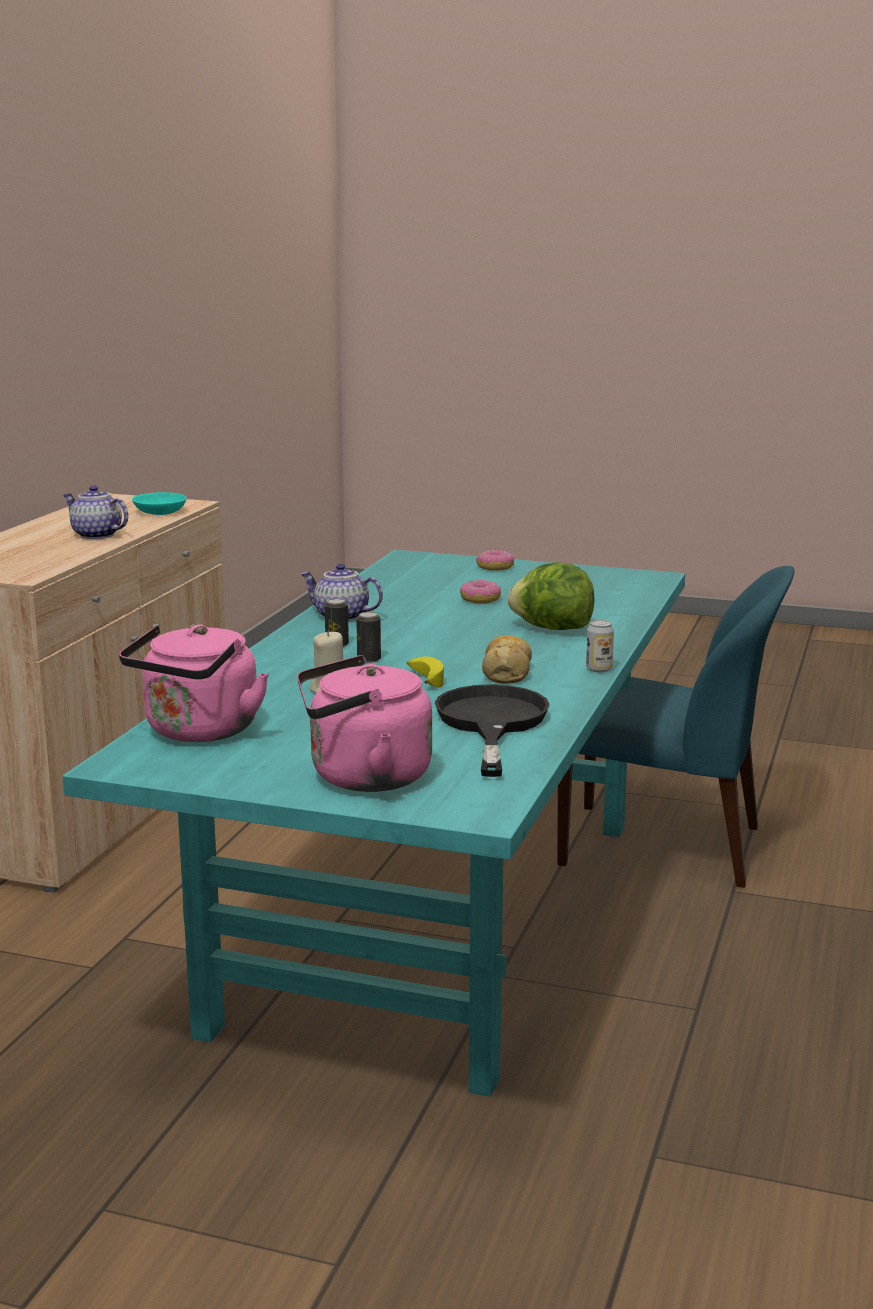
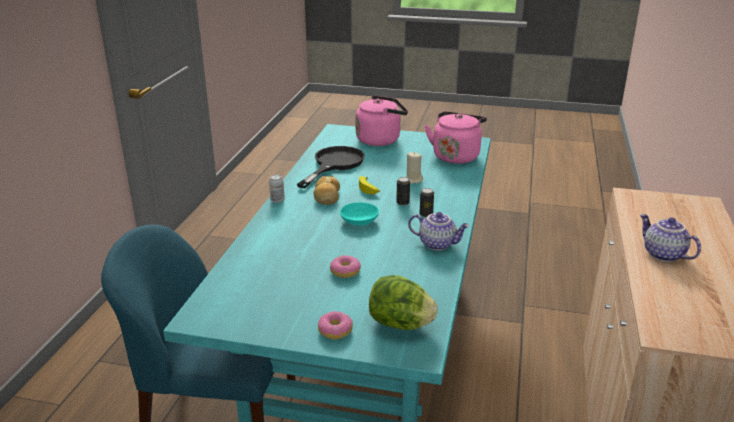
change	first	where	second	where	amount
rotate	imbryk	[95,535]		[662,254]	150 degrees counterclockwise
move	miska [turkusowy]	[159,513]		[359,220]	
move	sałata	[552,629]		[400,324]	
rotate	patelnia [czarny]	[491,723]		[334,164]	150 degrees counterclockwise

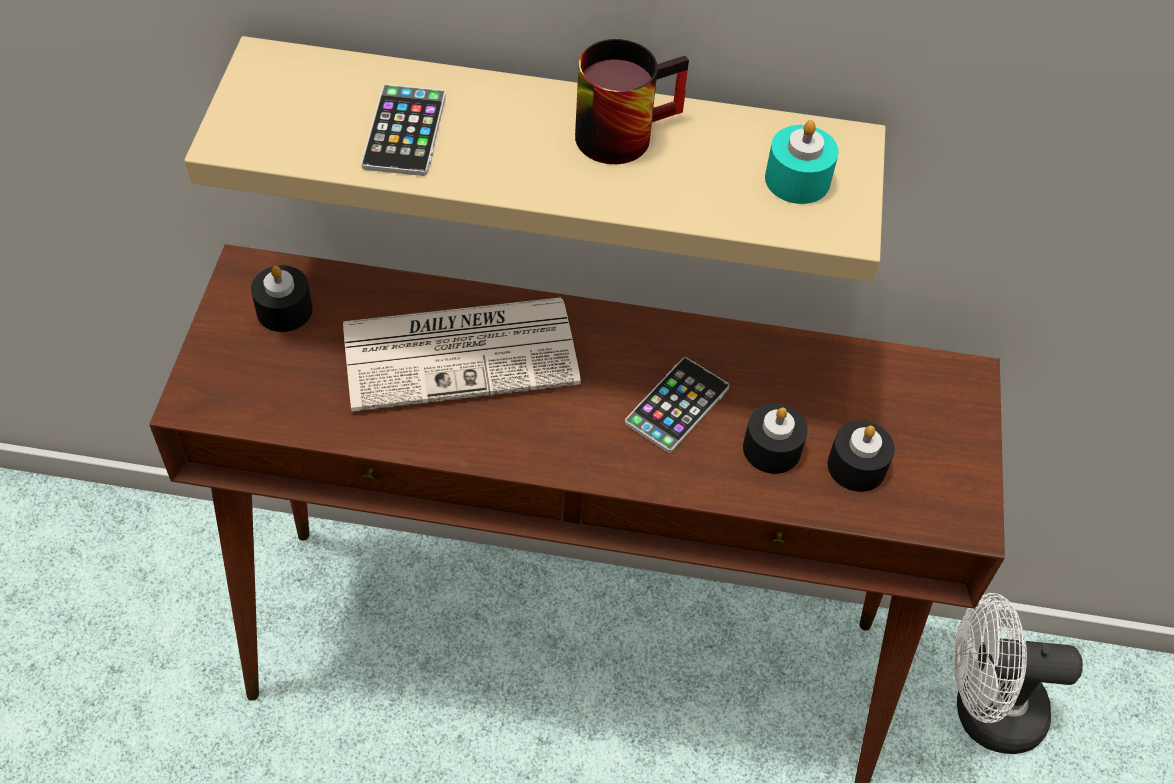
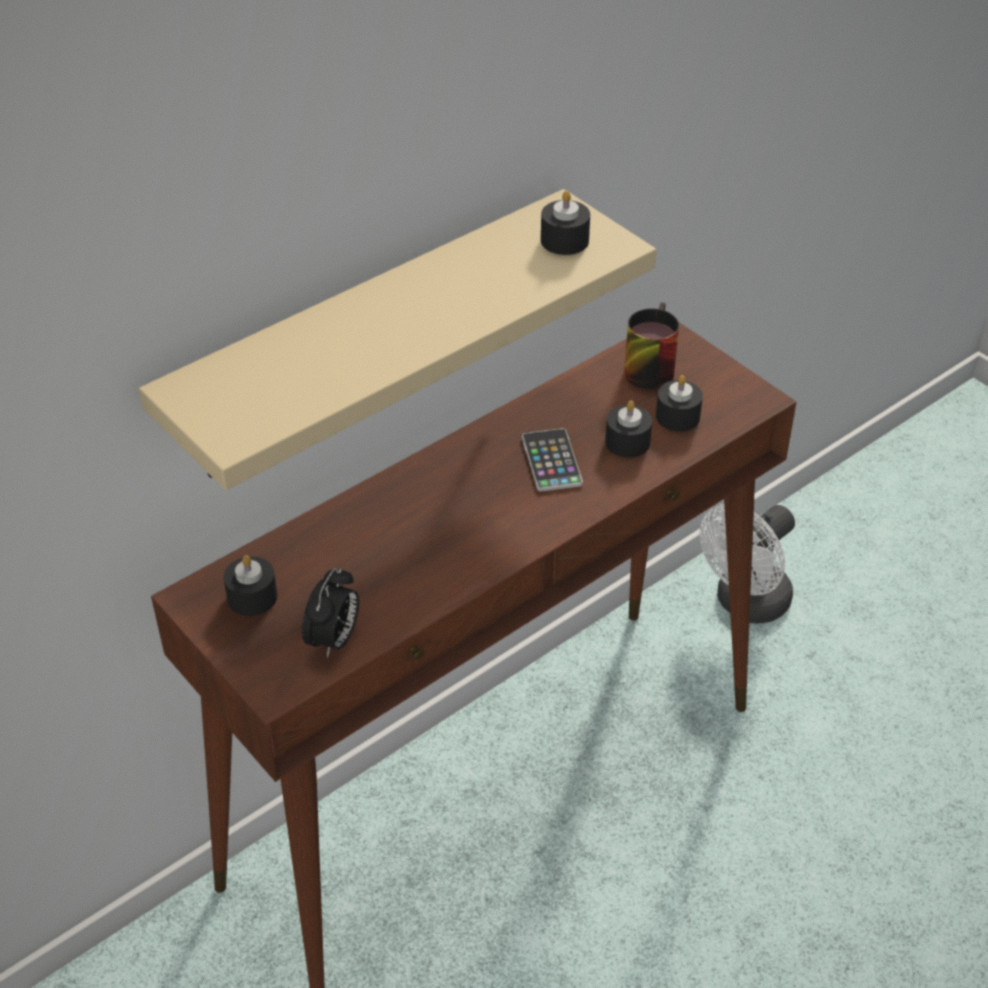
change	first	where	second	where	amount
move	kubek	[622,129]		[646,366]	
delete	telefon	[404,131]			
recolor	świeca [turkusowy]	[797,179]	świeca [czarny]	[564,240]	
delete	gazeta	[463,352]			
insert			budzik	[334,640]	

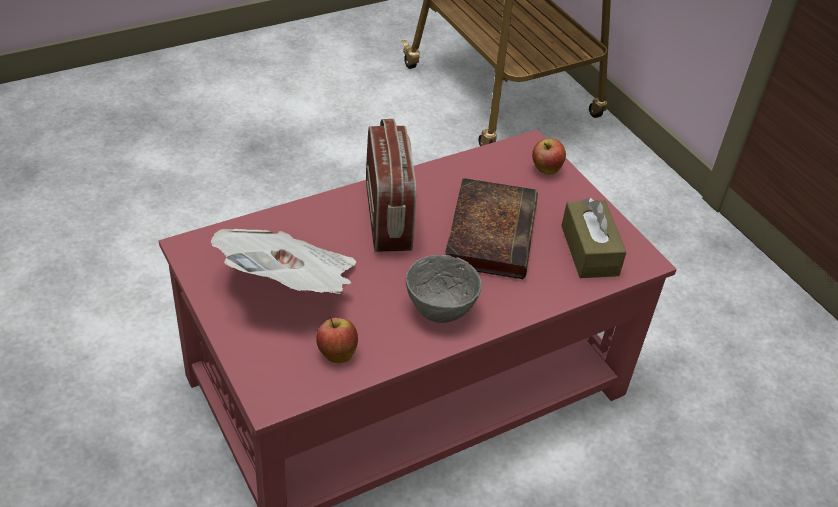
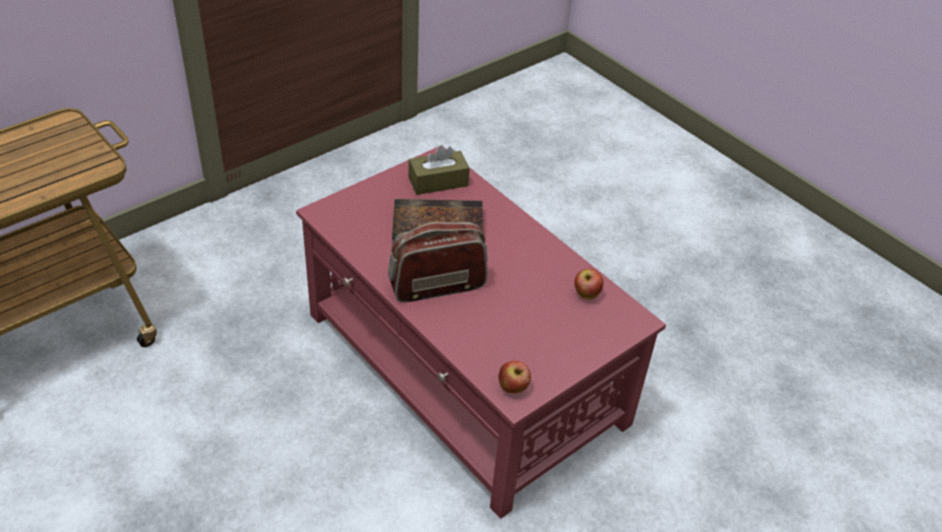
change	first	where	second	where	amount
move	jabłko	[545,170]		[513,388]	
delete	gazeta	[291,285]			
delete	miska [szary]	[439,312]			

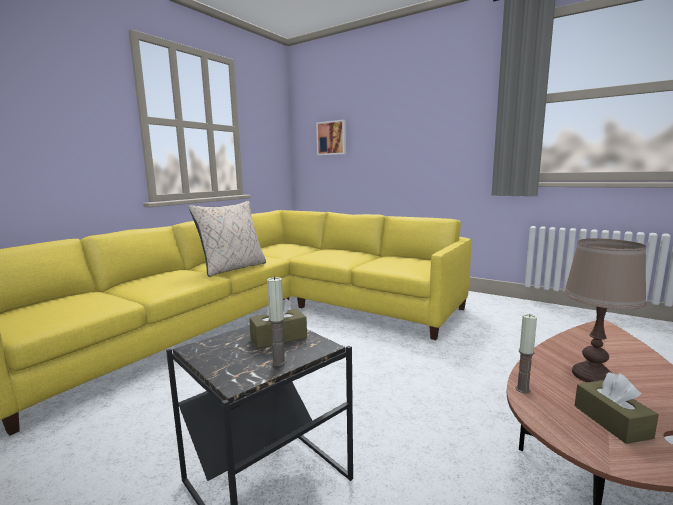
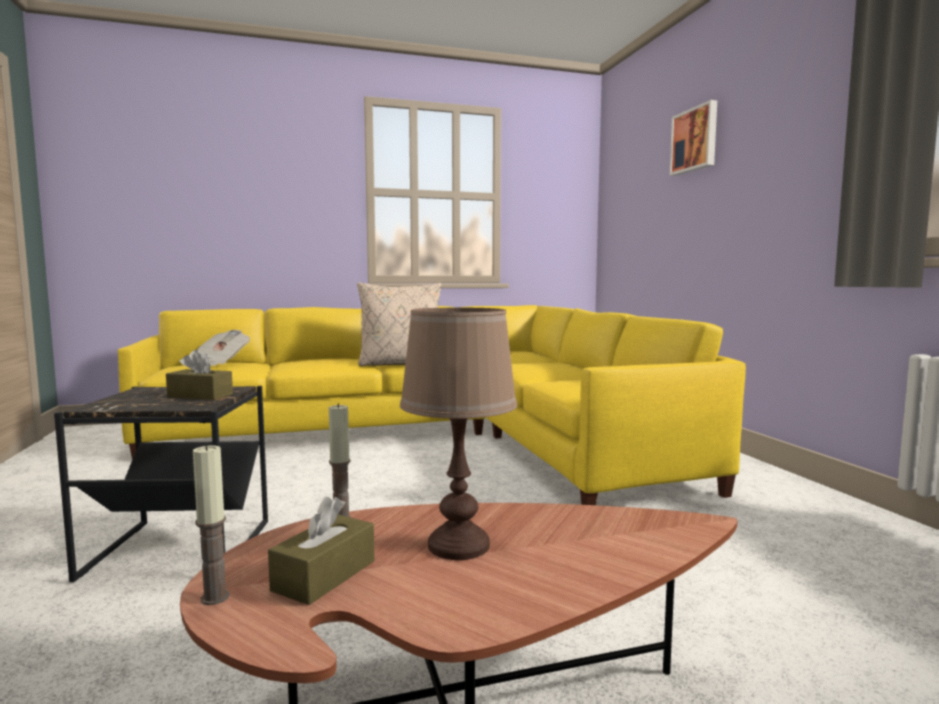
change	first	where	second	where	amount
move	obraz	[332,138]		[695,140]	
move	świeca	[279,362]		[215,597]	
insert			gazeta	[219,363]	

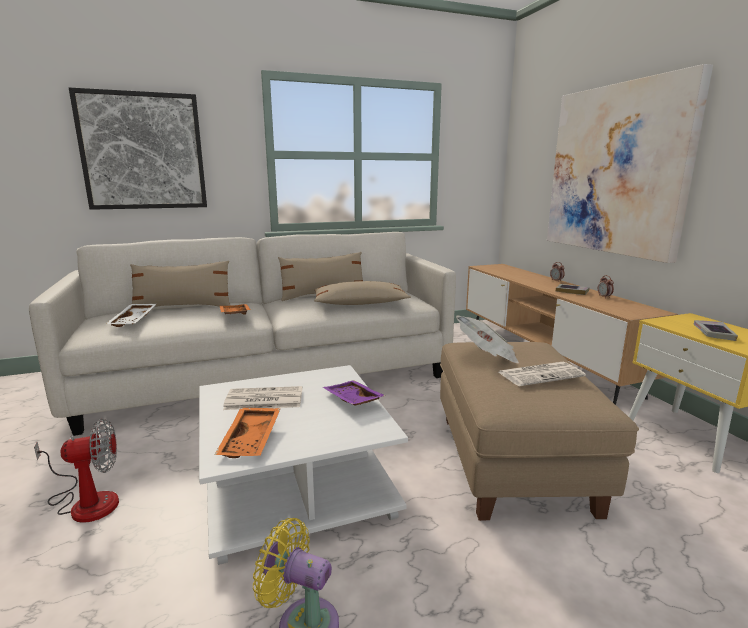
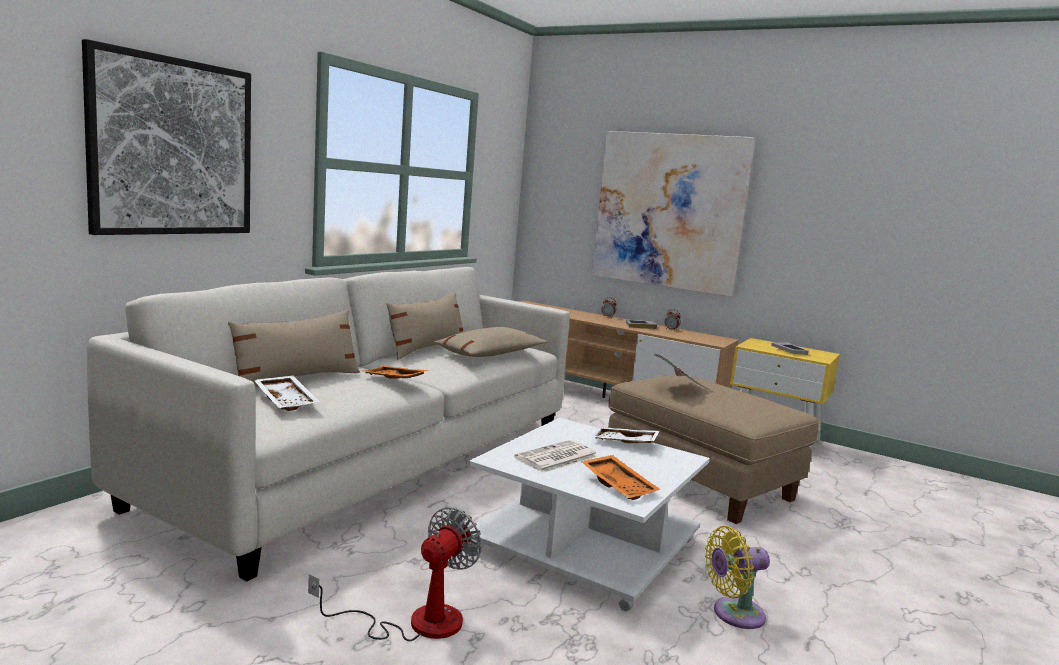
change	first	where	second	where	amount
delete	gazeta	[541,374]			
recolor	taca [fioletowy]	[351,400]	taca [biały]	[624,443]	

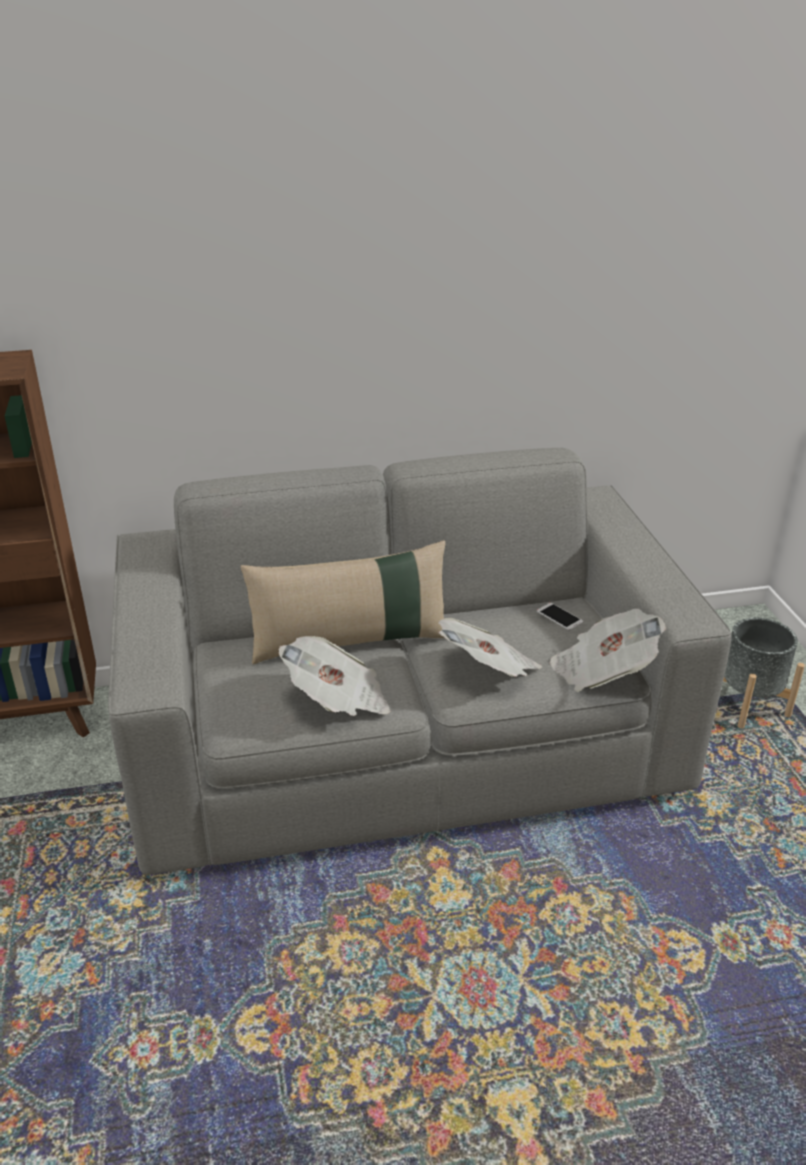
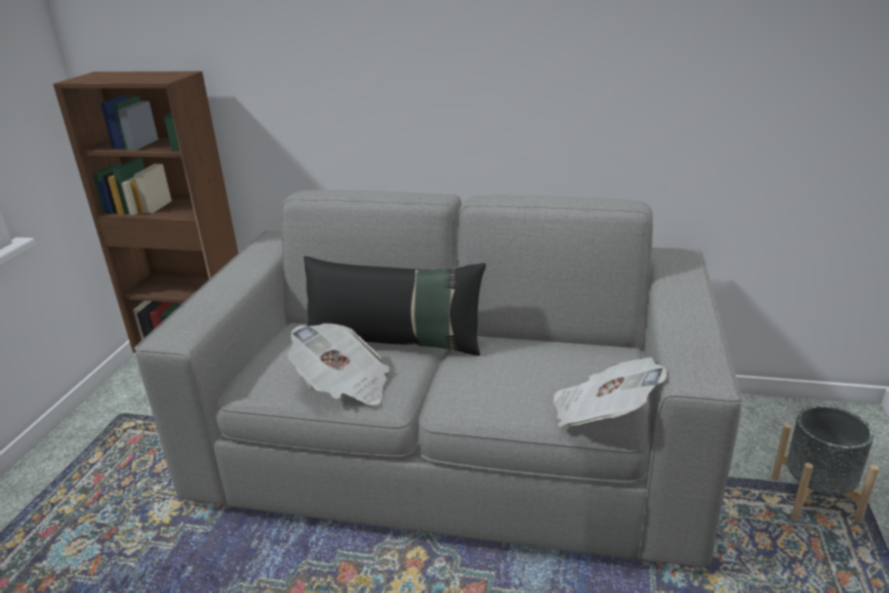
change	first	where	second	where	amount
recolor	poduszka [beżowy]	[350,641]	poduszka [czarny]	[395,342]	
delete	telefon	[559,617]			
delete	gazeta	[489,670]			

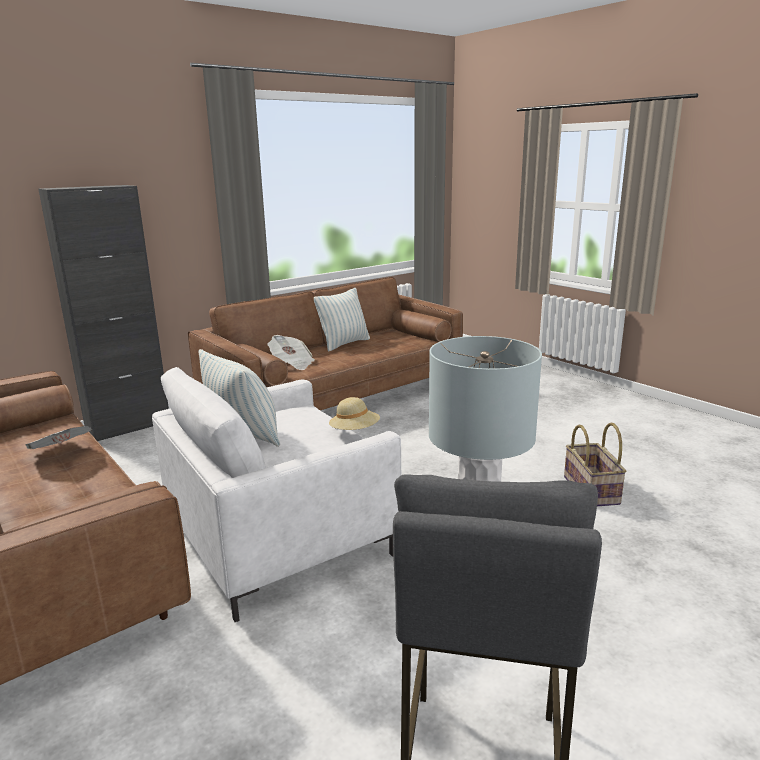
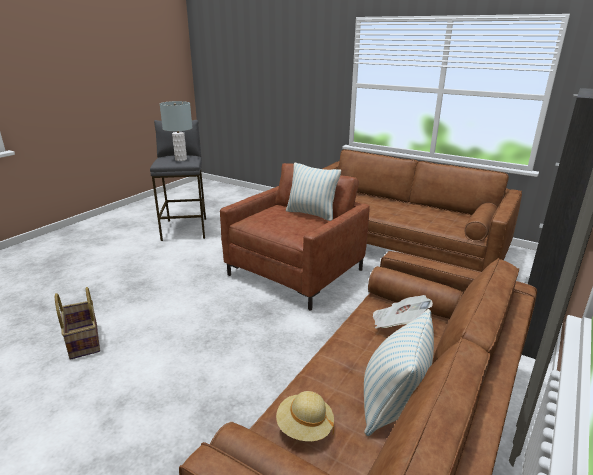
change	first	where	second	where	amount
recolor	fotel [biały]	[278,538]	fotel [brązowy]	[296,272]	
move	kapelusz [beżowy]	[355,431]		[304,427]	
delete	gazeta	[62,453]			

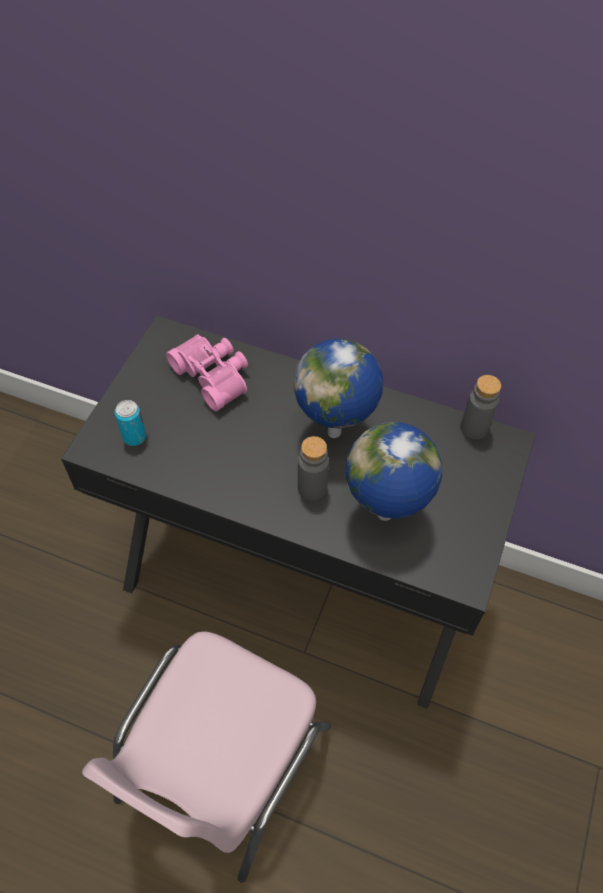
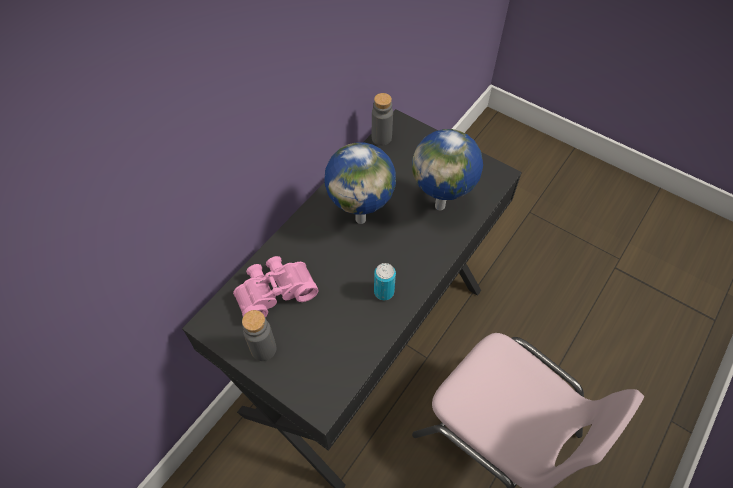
change	first	where	second	where	amount
move	puszka	[134,437]		[384,292]	
move	butelka [szary]	[312,488]		[263,349]	

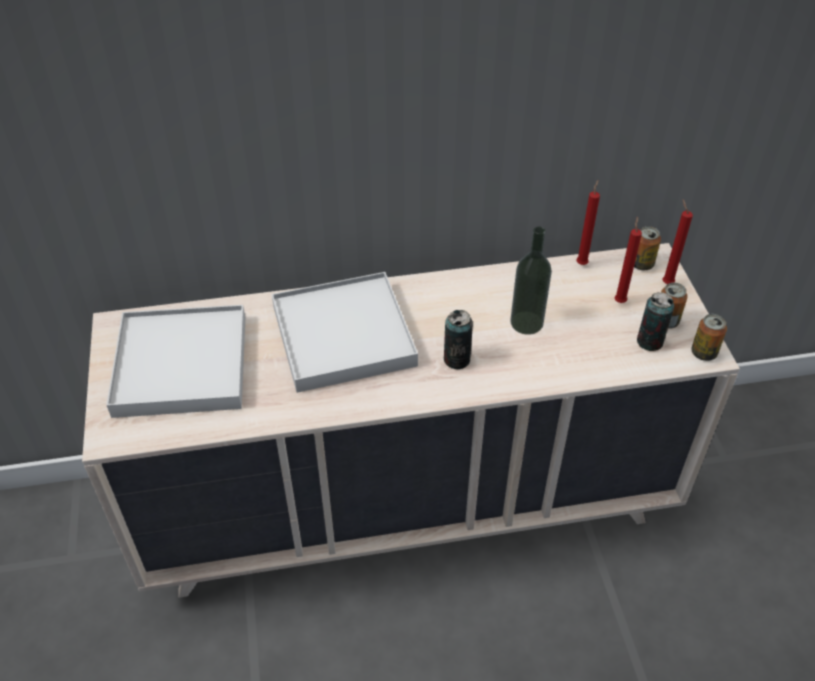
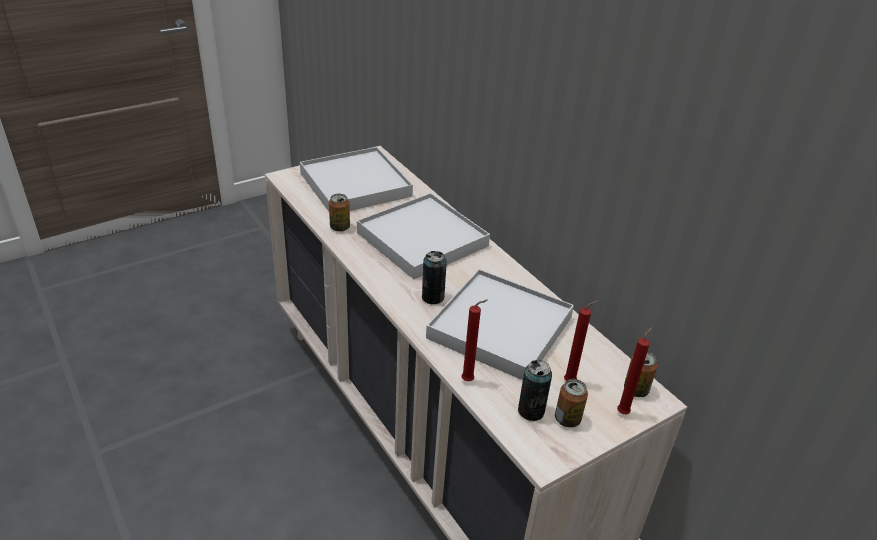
change	first	where	second	where	amount
move	świeca [czerwony]	[582,263]		[469,380]	
replace	butelka	[526,323]	taca [biały]	[500,327]	
move	puszka	[703,353]		[340,227]	

